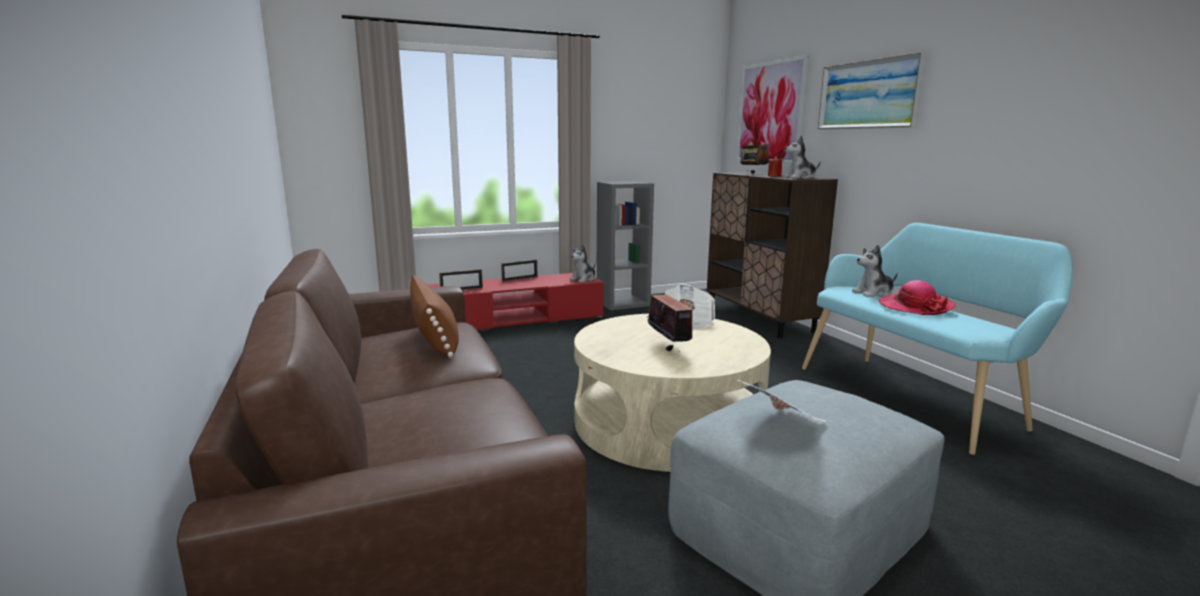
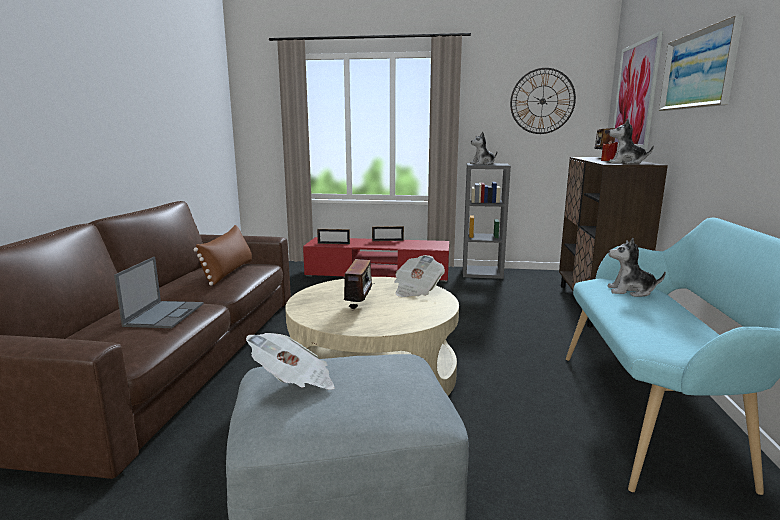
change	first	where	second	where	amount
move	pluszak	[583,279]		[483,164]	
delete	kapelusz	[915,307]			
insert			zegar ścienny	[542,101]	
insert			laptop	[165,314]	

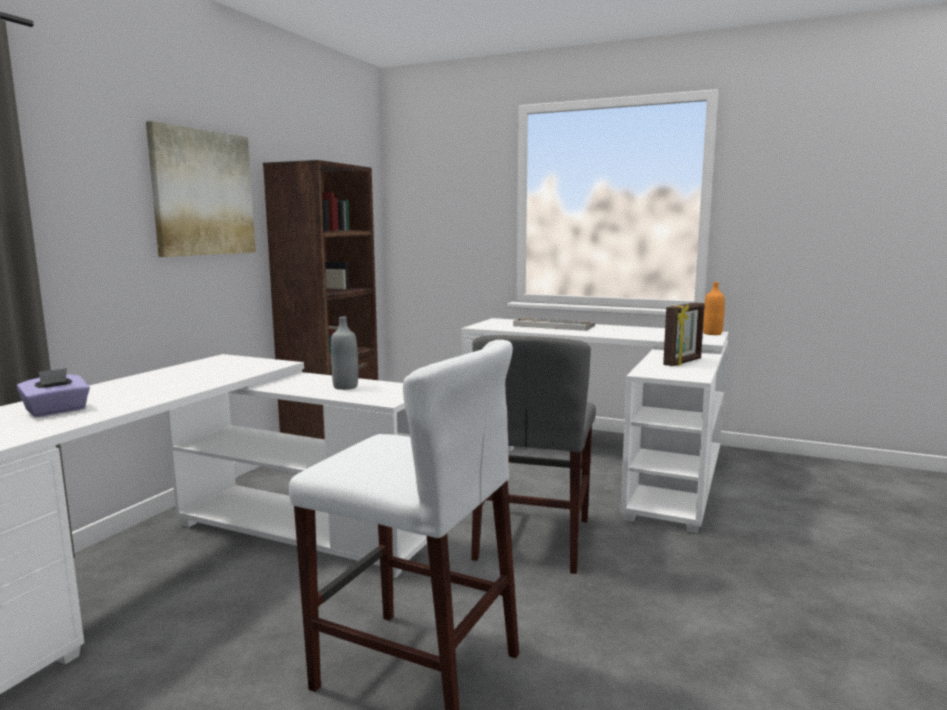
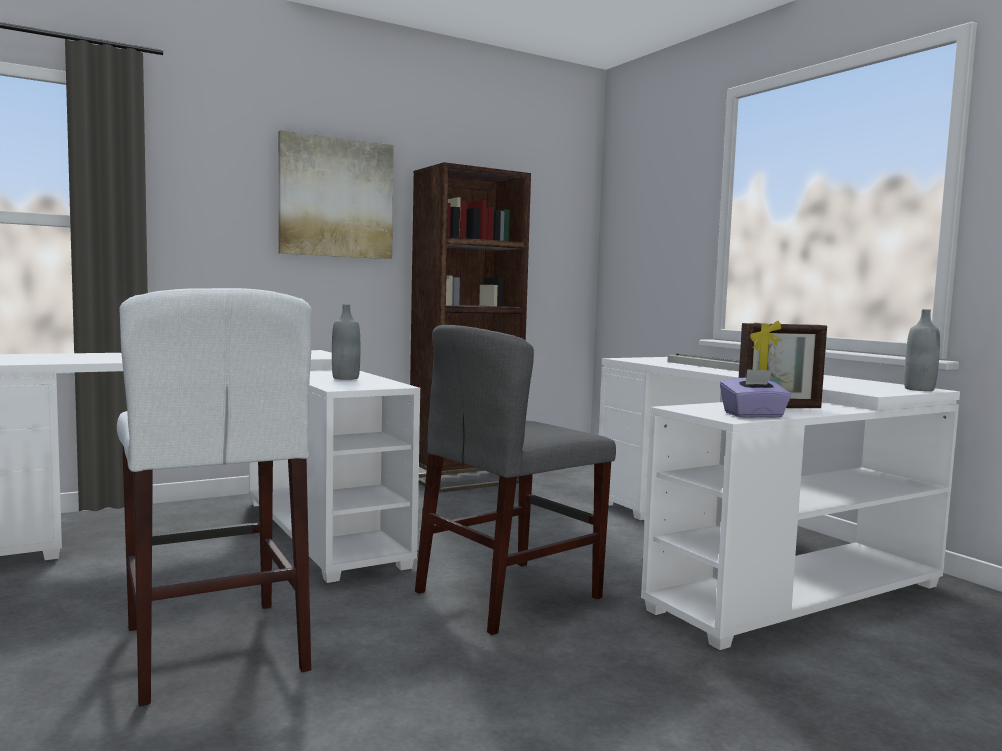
change	first	where	second	where	amount
recolor	butelka [pomarańczowy]	[712,333]	butelka [szary]	[919,389]	
move	pudełko chusteczek [fioletowy]	[57,411]		[754,415]	

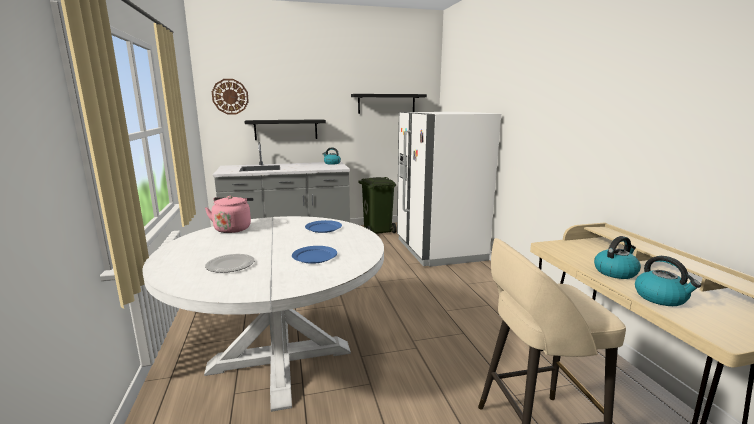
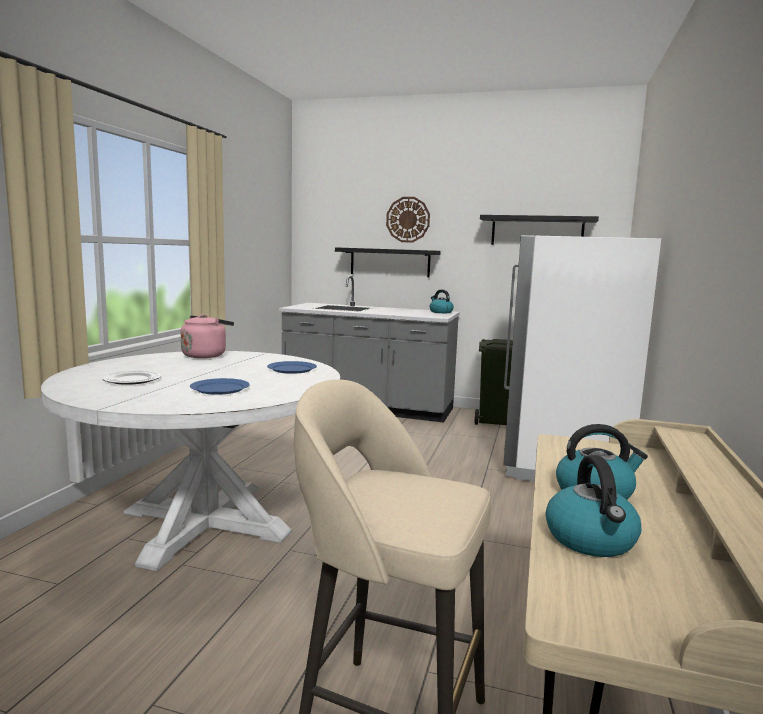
change	first	where	second	where	amount
move	zegar ścienny	[230,96]		[408,219]	

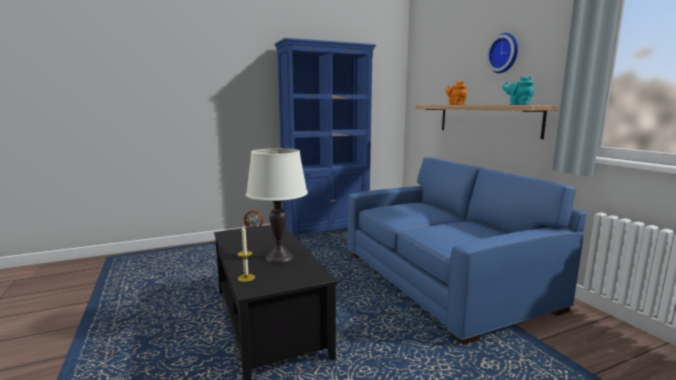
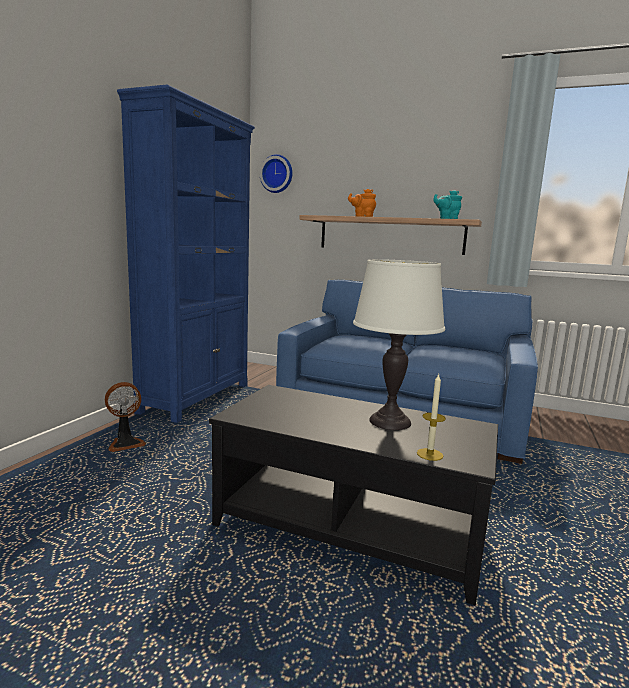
change	first	where	second	where	amount
move	zegar ścienny	[504,53]		[277,174]	

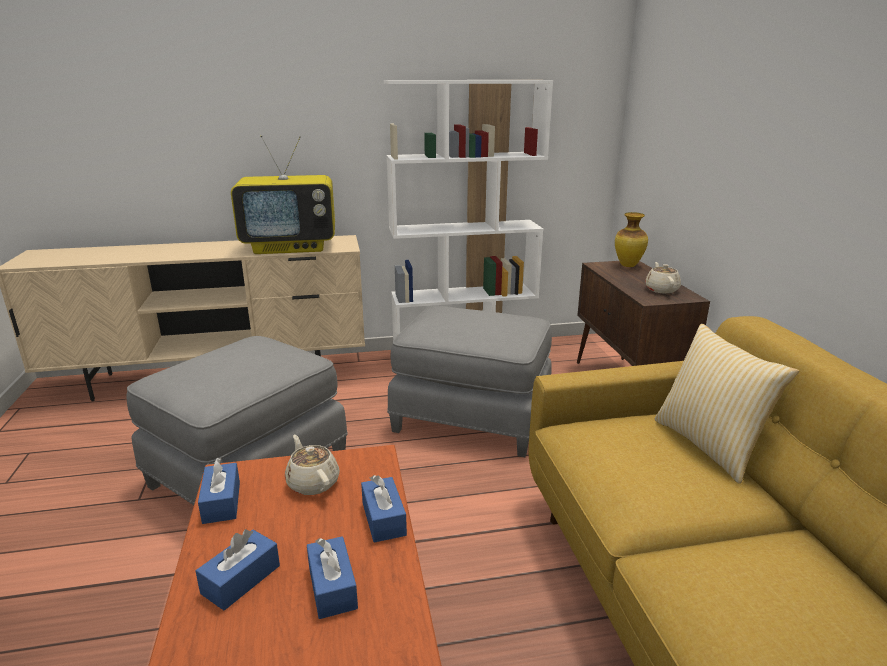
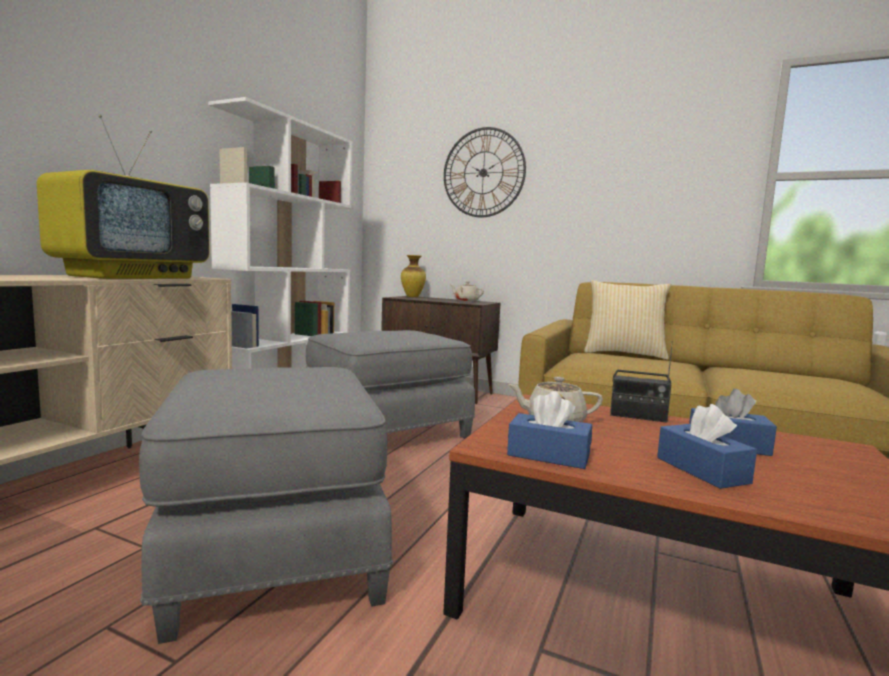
change	first	where	second	where	amount
replace	pudełko chusteczek [niebieski]	[383,519]	radio	[637,416]	
insert			zegar ścienny	[483,172]	

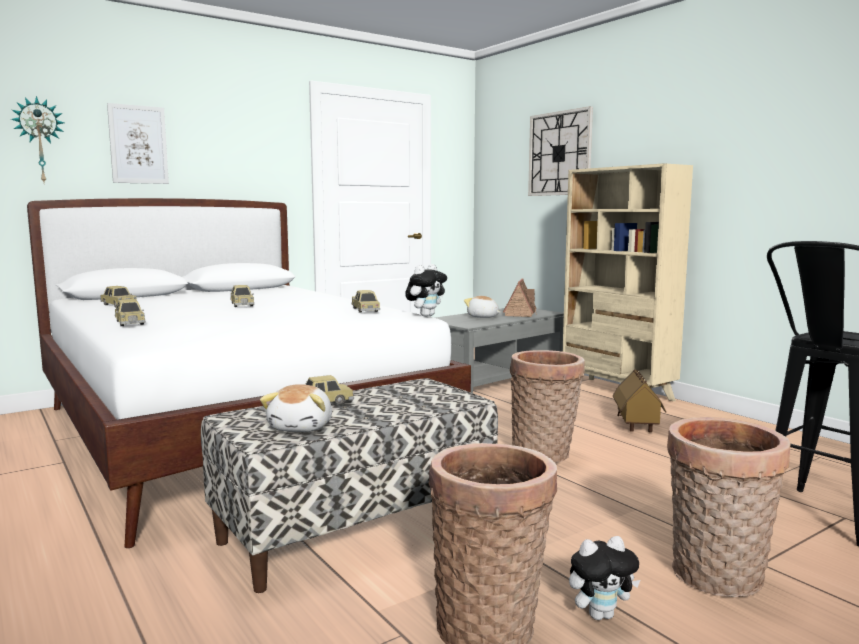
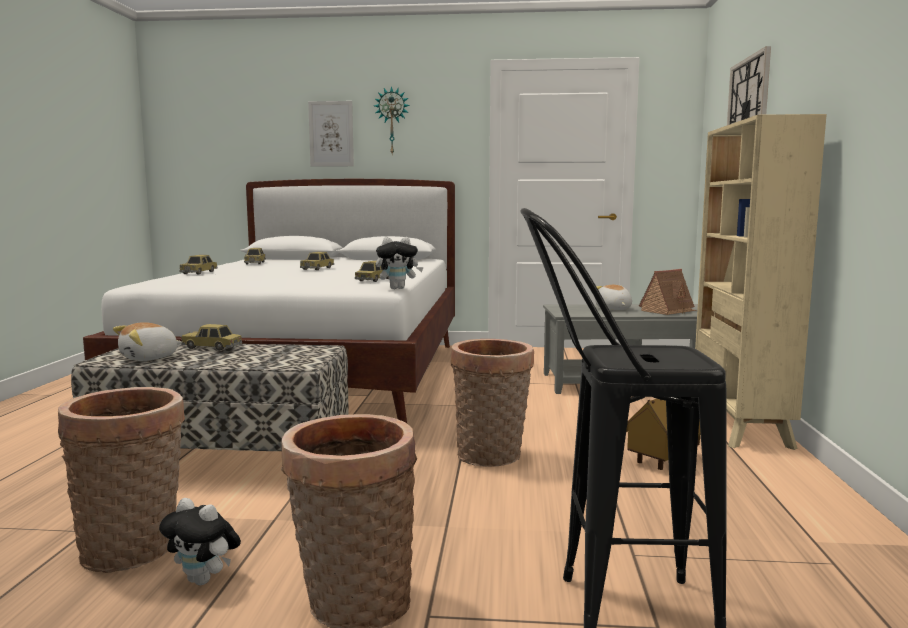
change	first	where	second	where	amount
move	zegar ścienny	[39,140]		[392,121]	

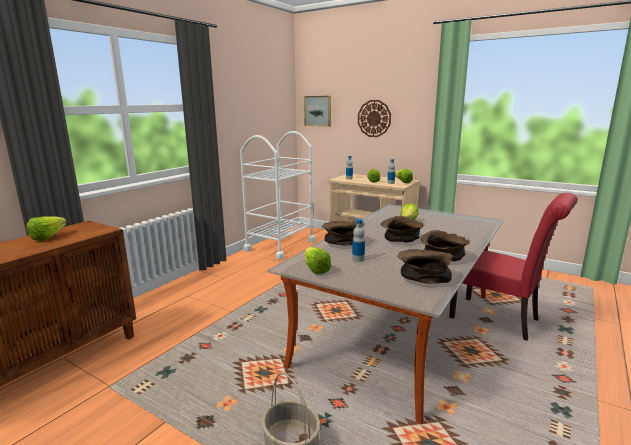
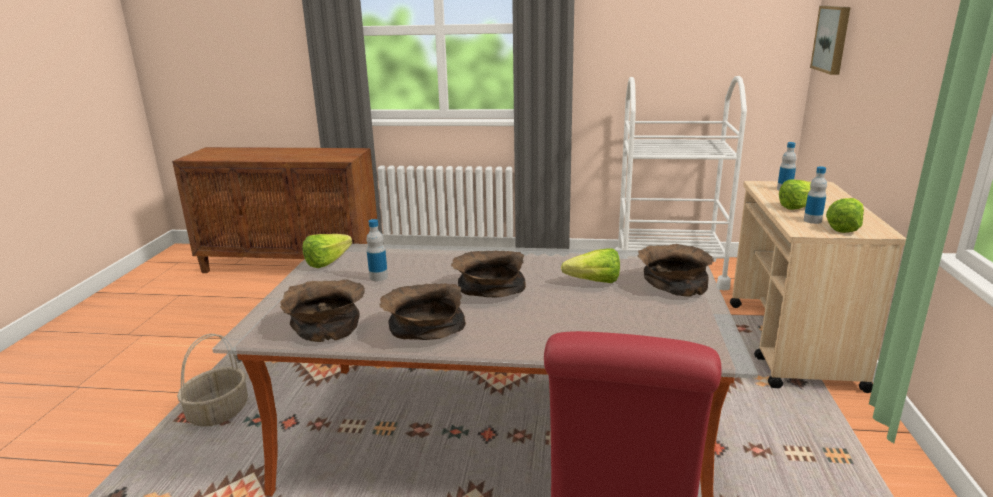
change	first	where	second	where	amount
delete	zegar ścienny	[374,118]			
delete	sałata	[51,236]			
move	miska [brązowy]	[342,242]		[673,283]	

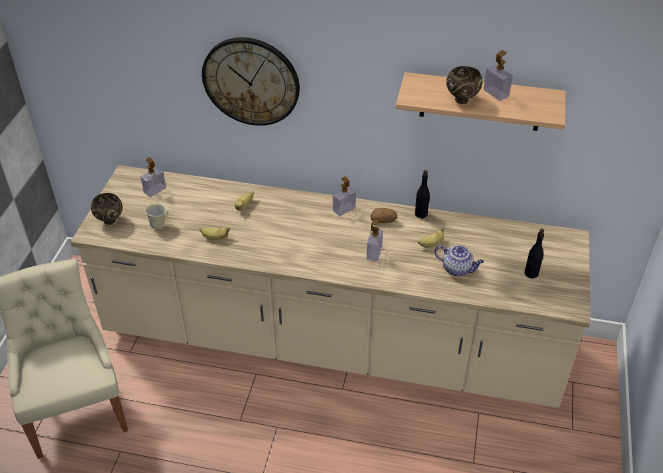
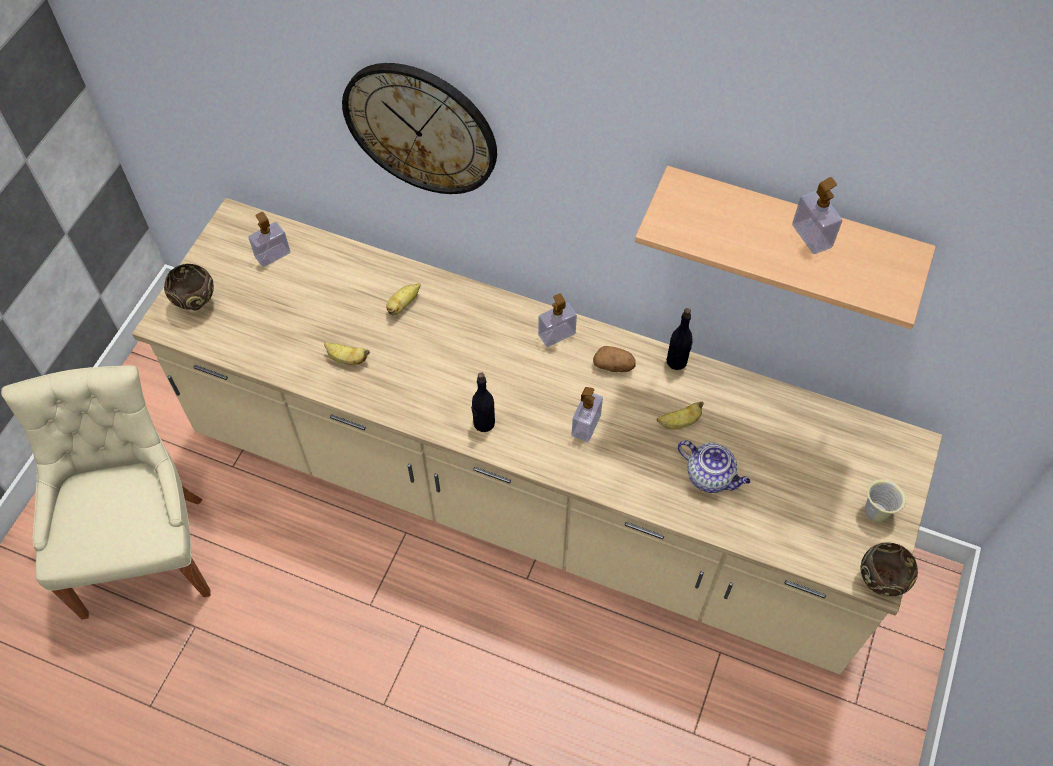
change	first	where	second	where	amount
move	miska [brązowy]	[462,99]		[880,581]	
move	kubek [beżowy]	[159,225]		[876,511]	
move	butelka [czarny]	[531,273]		[483,423]	

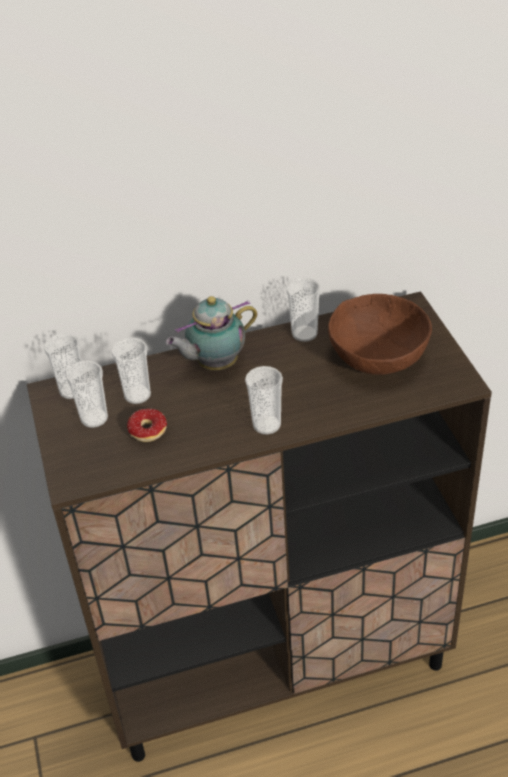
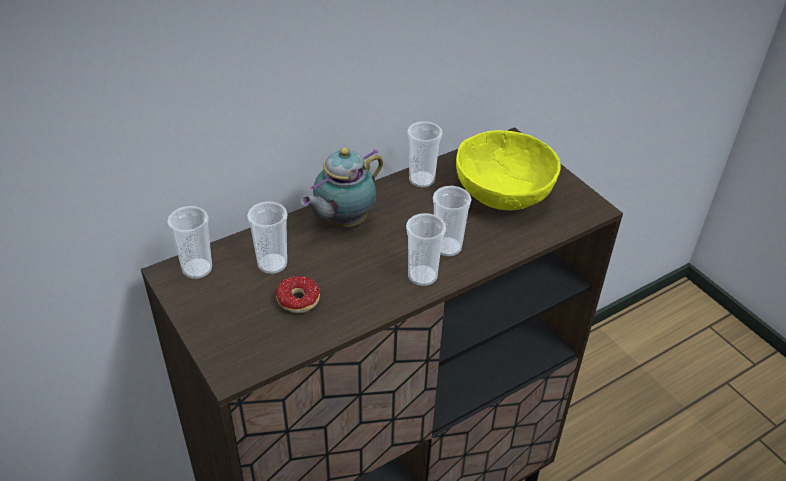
change	first	where	second	where	amount
recolor	miska [brązowy]	[378,356]	miska [żółty]	[503,193]	
move	filiżanka	[94,418]		[447,247]	

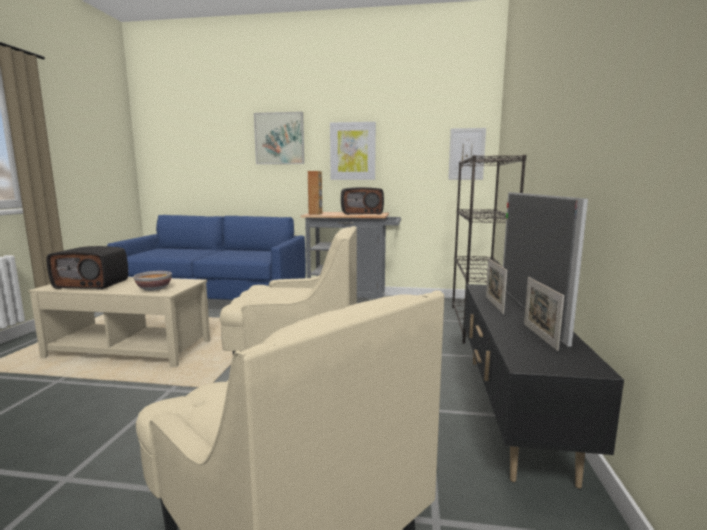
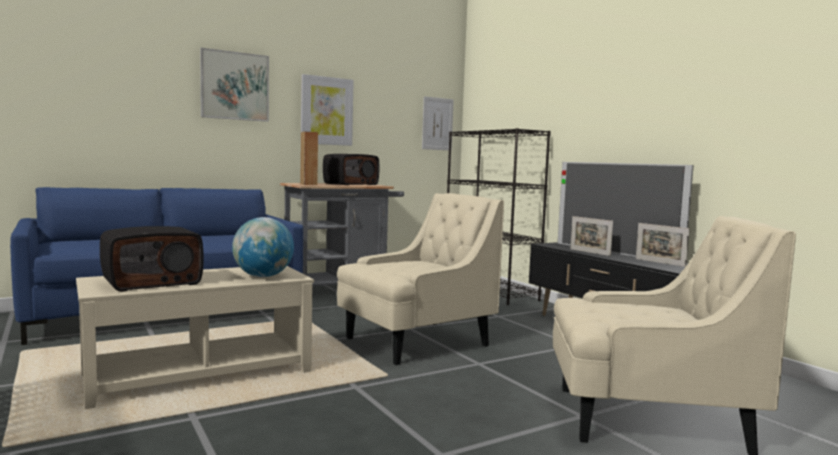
change	first	where	second	where	amount
replace	miska	[154,288]	globus	[263,276]	

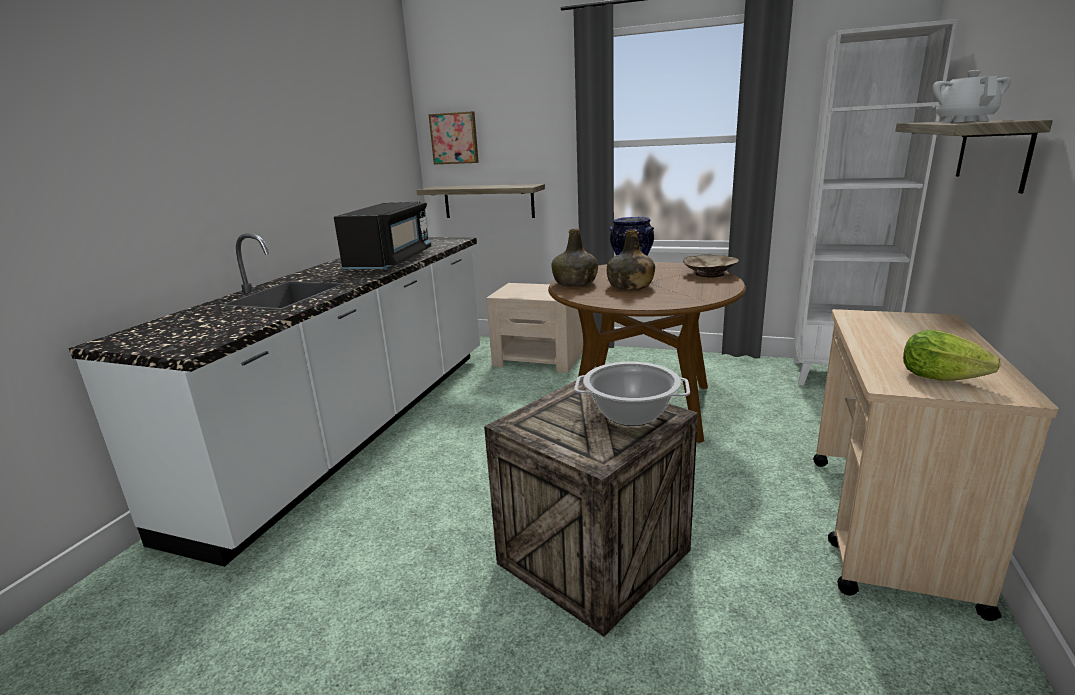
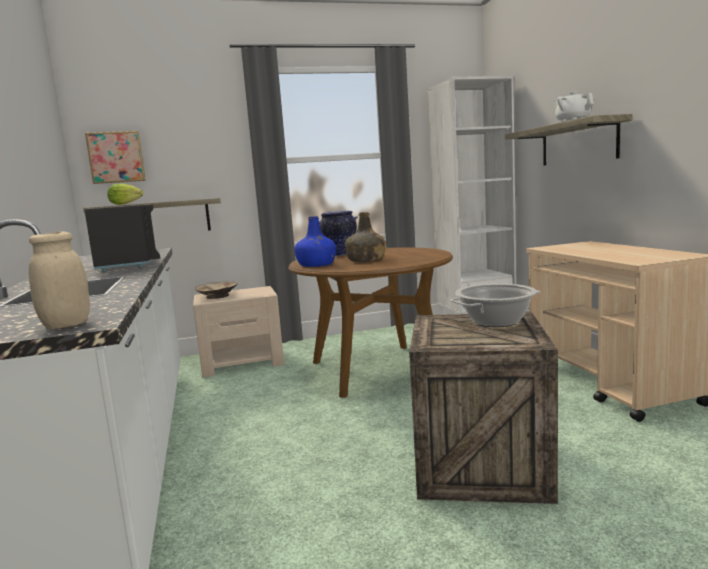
change	first	where	second	where	amount
recolor	butelka [zielony]	[575,283]	butelka [niebieski]	[317,265]	
move	miska [beżowy]	[709,274]		[217,296]	
move	sałata	[939,377]		[125,204]	
insert			słoik [beżowy]	[66,325]	

